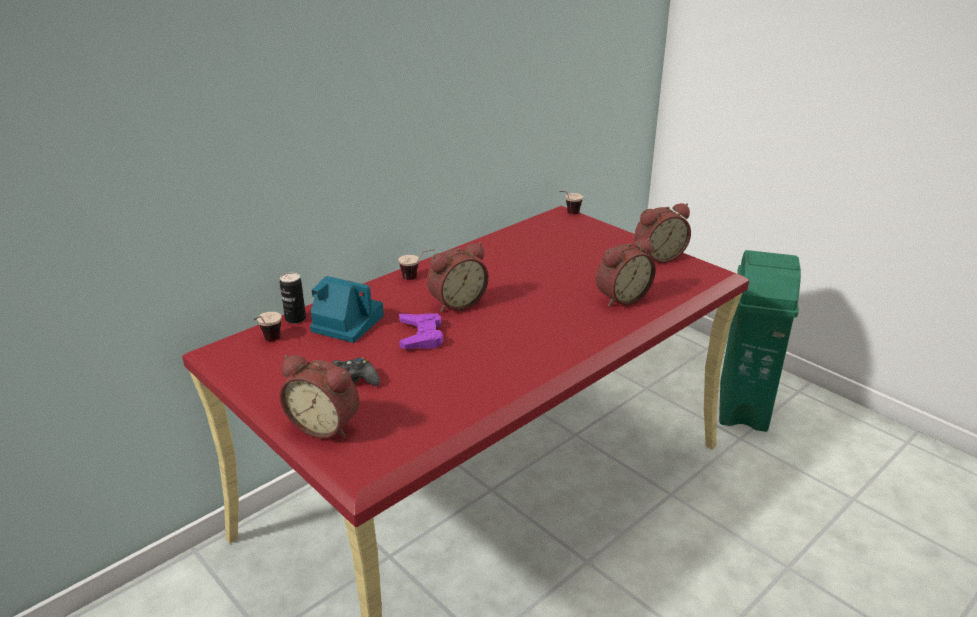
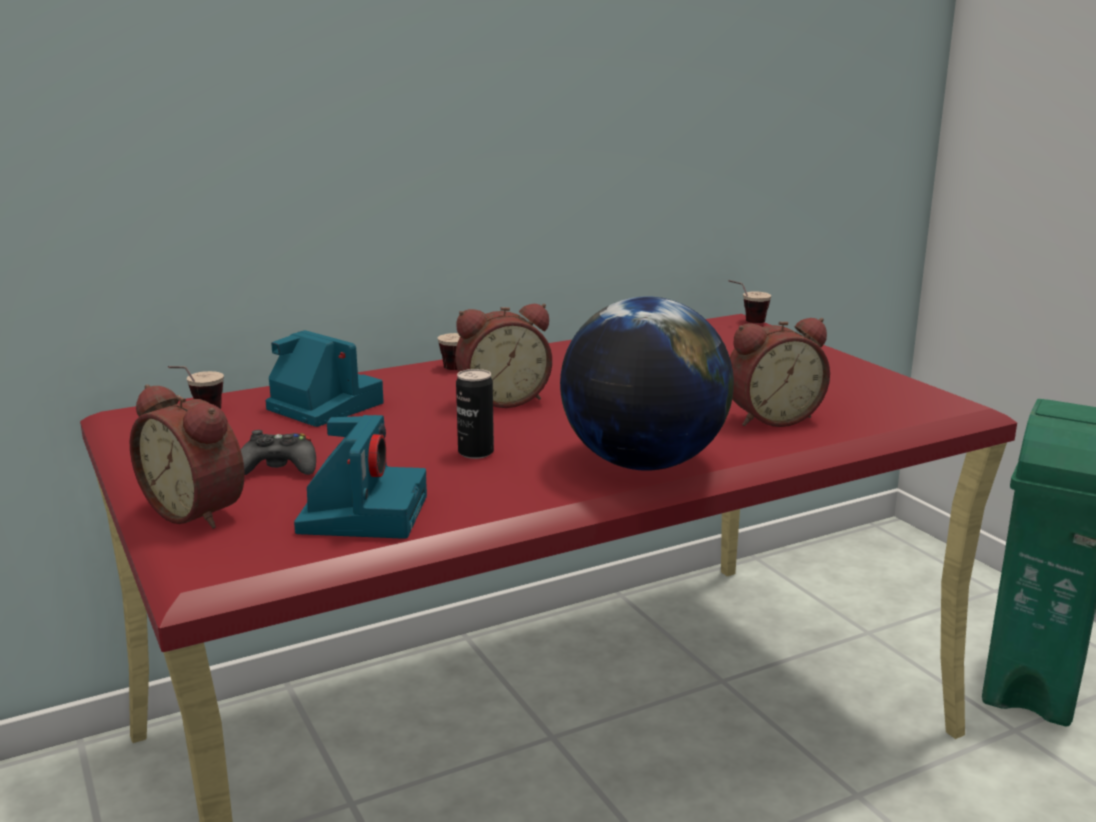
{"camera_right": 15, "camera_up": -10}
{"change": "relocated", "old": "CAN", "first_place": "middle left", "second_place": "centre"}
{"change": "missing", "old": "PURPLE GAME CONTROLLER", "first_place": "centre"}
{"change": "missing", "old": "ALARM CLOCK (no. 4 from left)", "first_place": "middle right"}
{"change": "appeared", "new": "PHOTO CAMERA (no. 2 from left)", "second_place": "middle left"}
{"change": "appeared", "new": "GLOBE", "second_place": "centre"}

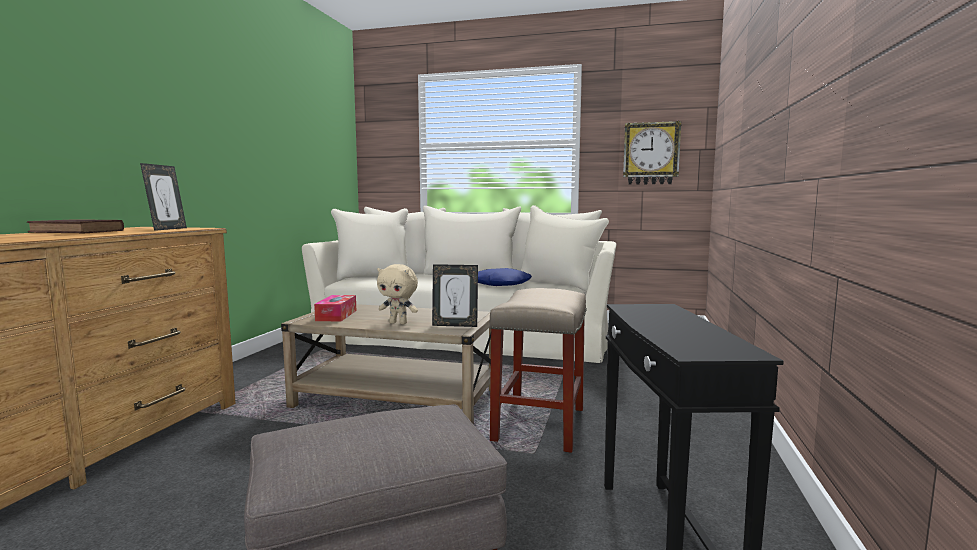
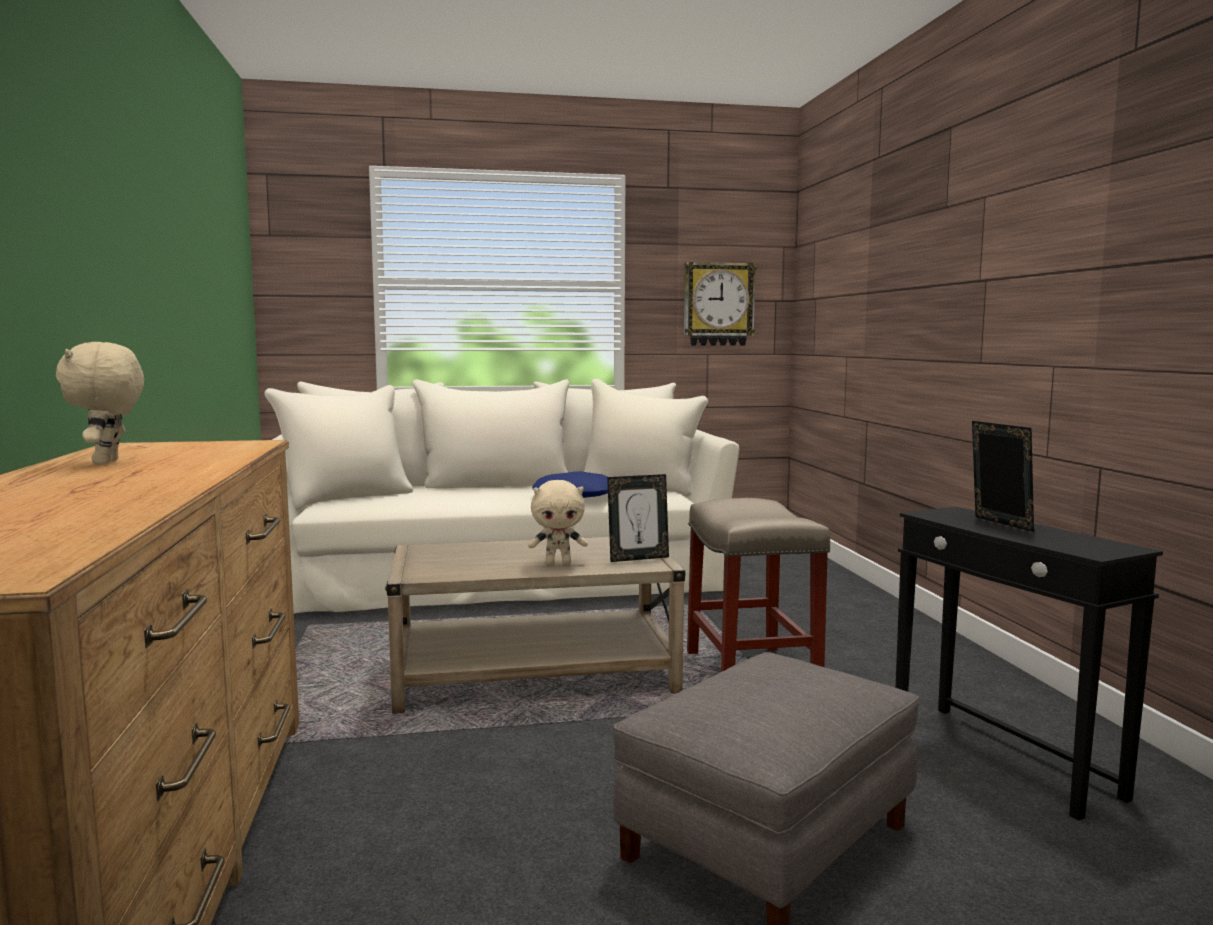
{"camera_right": -25, "camera_up": 0}
{"change": "exchanged", "old": "BROWN BOOK", "new": "BEIGE PLUSH TOY (no. 1 from left)", "first_place": "middle left", "second_place": "middle left"}
{"change": "relocated", "old": "PICTURE FRAME (no. 1 from left in the first image)", "new": "PICTURE FRAME (no. 2 from left)", "first_place": "middle left", "second_place": "middle right"}
{"change": "missing", "old": "TISSUE BOX", "first_place": "centre"}

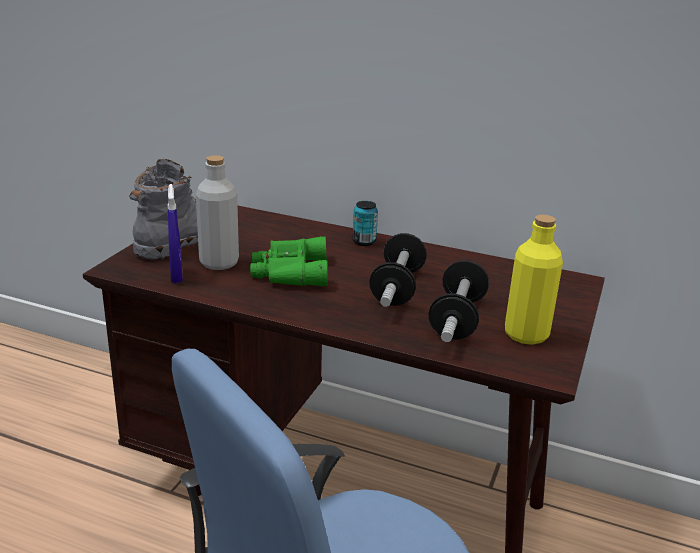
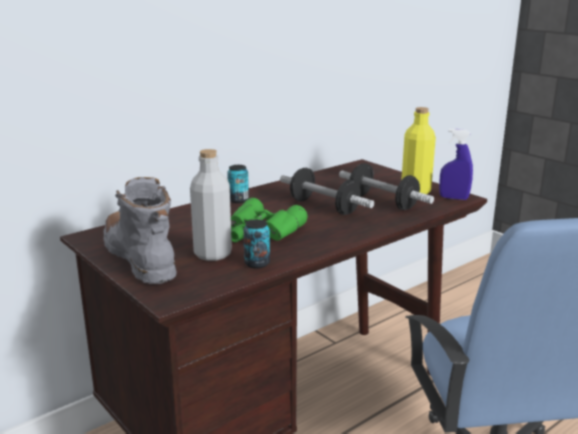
{"camera_right": -60, "camera_up": -5}
{"change": "relocated", "old": "BLUE SPRAY BOTTLE", "first_place": "middle left", "second_place": "middle right"}
{"change": "appeared", "new": "CAN (no. 2 from left)", "second_place": "centre"}

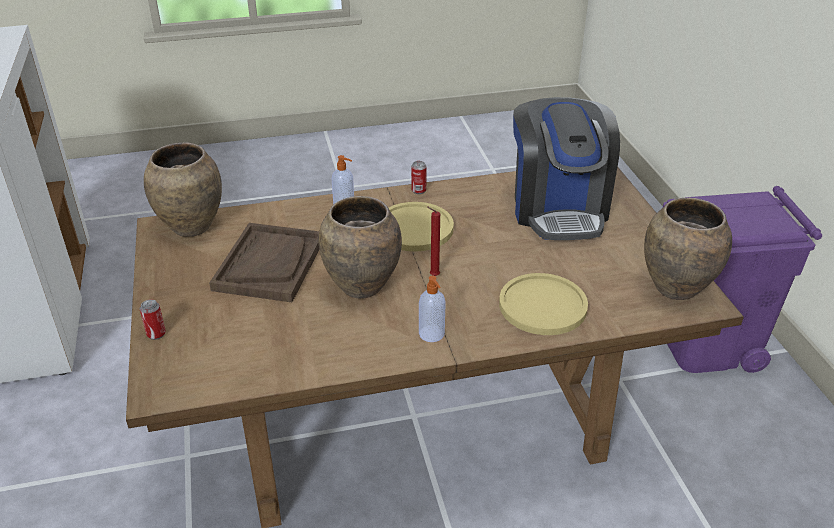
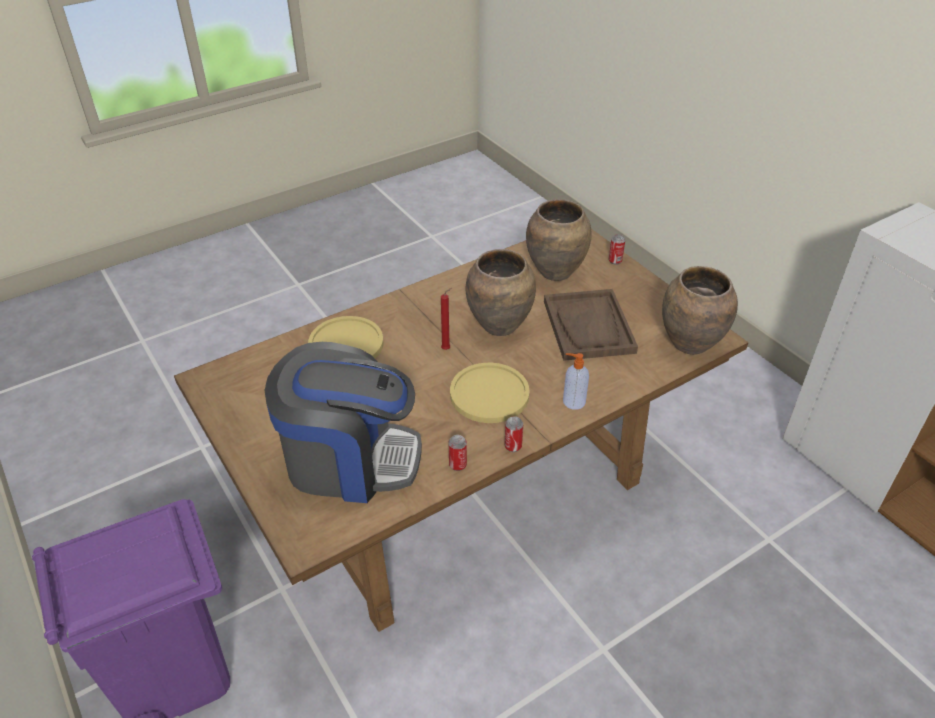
{"camera_right": 160, "camera_up": 5}
{"change": "missing", "old": "SOAP DISPENSER (no. 2 from left)", "first_place": "centre"}
{"change": "spun", "old": "COFFEE MACHINE", "first_place": "top right", "second_place": "centre", "degrees": 120}
{"change": "relocated", "old": "BROWN VASE (no. 3 from left in the first image)", "new": "BROWN VASE (no. 2 from left)", "first_place": "middle right", "second_place": "centre"}
{"change": "appeared", "new": "CAN (no. 1 from left)", "second_place": "centre"}

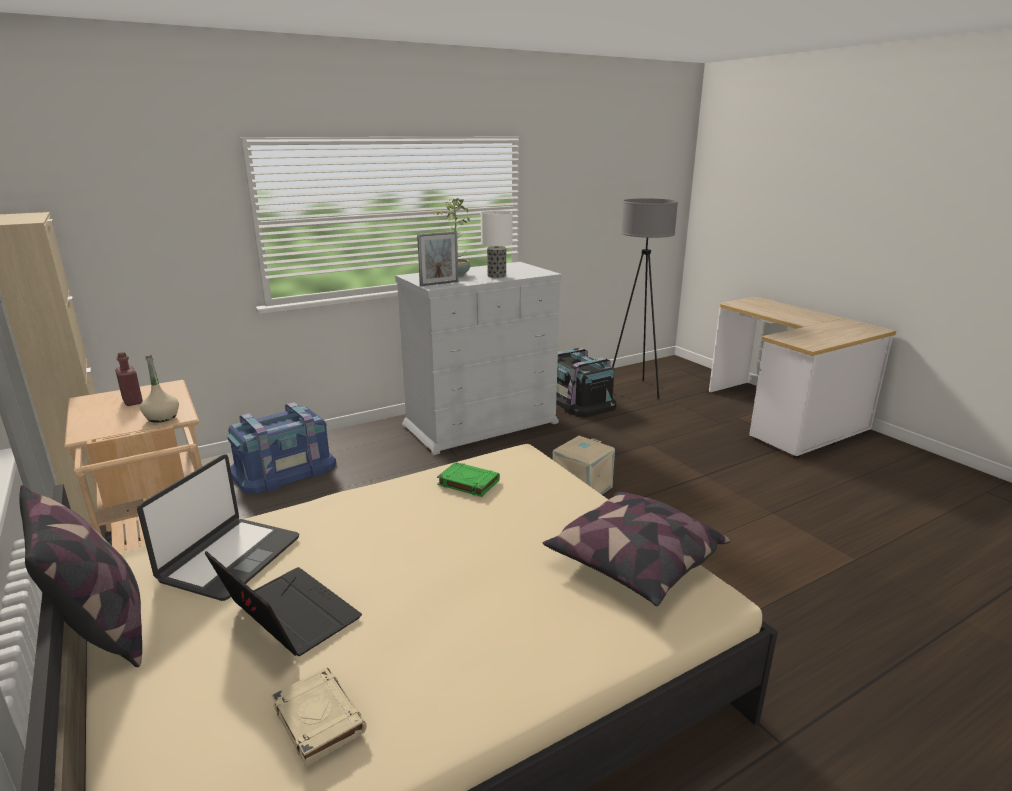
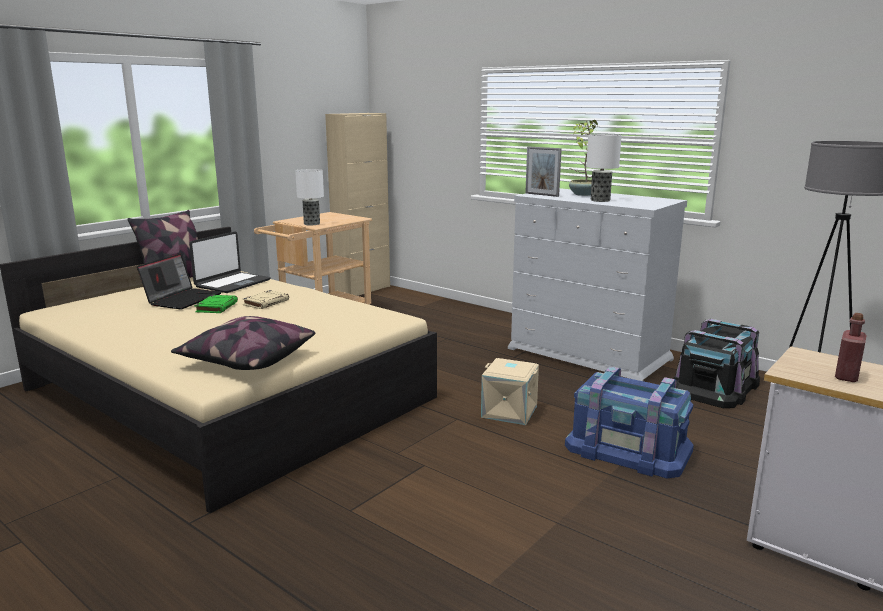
{"camera_right": 70, "camera_up": -5}
{"change": "relocated", "old": "RED BOTTLE", "first_place": "middle left", "second_place": "middle right"}
{"change": "spun", "old": "LAPTOP (no. 1 from left in the first image)", "first_place": "middle left", "second_place": "middle left", "degrees": -60}
{"change": "exchanged", "old": "BEIGE BOTTLE", "new": "TABLE LAMP (no. 1 from left)", "first_place": "middle left", "second_place": "top centre"}
{"change": "relocated", "old": "BLUE STORAGE BOX", "first_place": "middle left", "second_place": "bottom right"}
{"change": "relocated", "old": "BEIGE BOOK", "first_place": "bottom left", "second_place": "middle left"}
{"change": "relocated", "old": "GREEN BOOK", "first_place": "centre", "second_place": "middle left"}

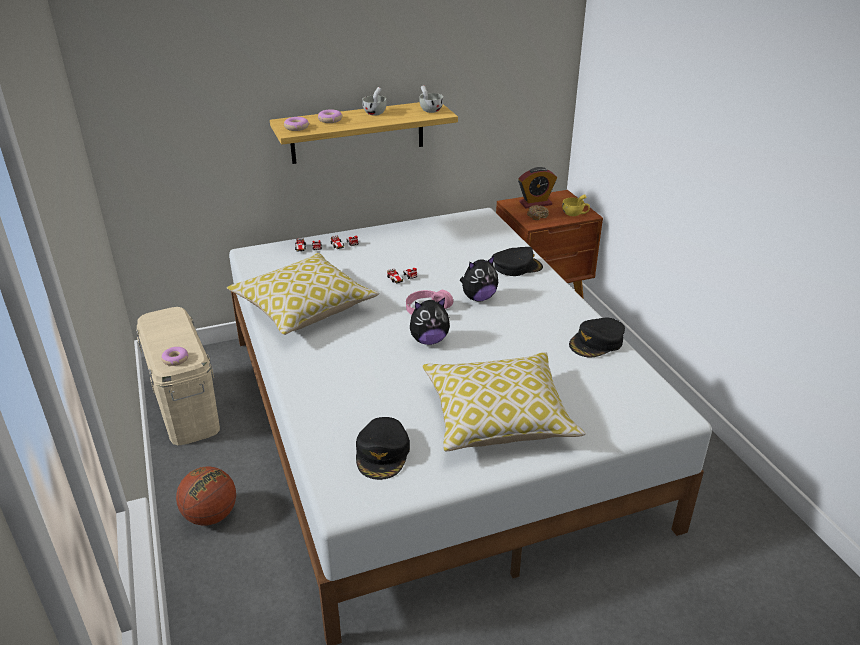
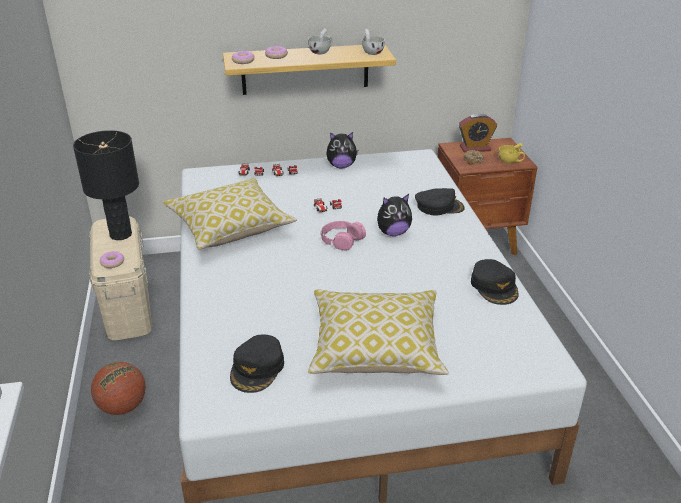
{"camera_right": 10, "camera_up": 0}
{"change": "relocated", "old": "PLUSH TOY (no. 1 from left)", "first_place": "centre", "second_place": "top centre"}
{"change": "spun", "old": "BLACK CAP (no. 3 from left)", "first_place": "middle right", "second_place": "middle right", "degrees": -75}
{"change": "appeared", "new": "BLACK TABLE LAMP", "second_place": "middle left"}

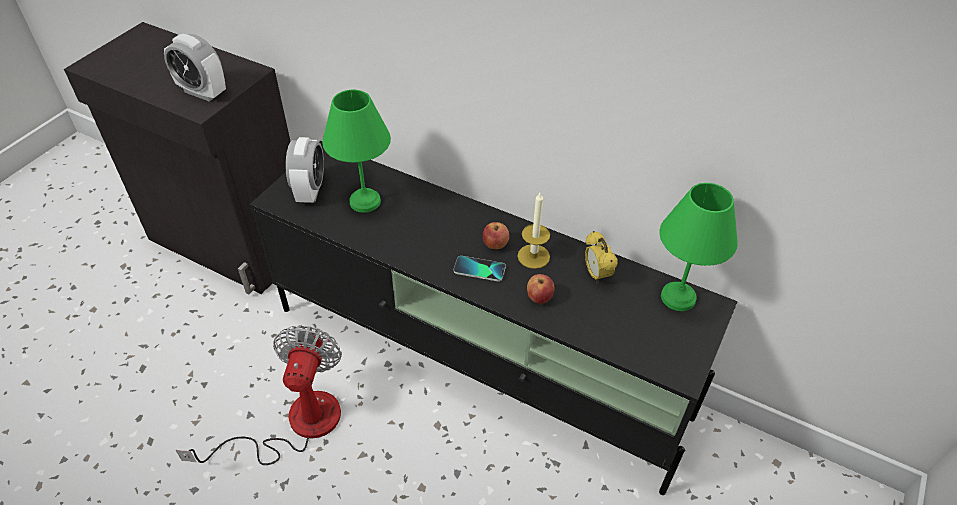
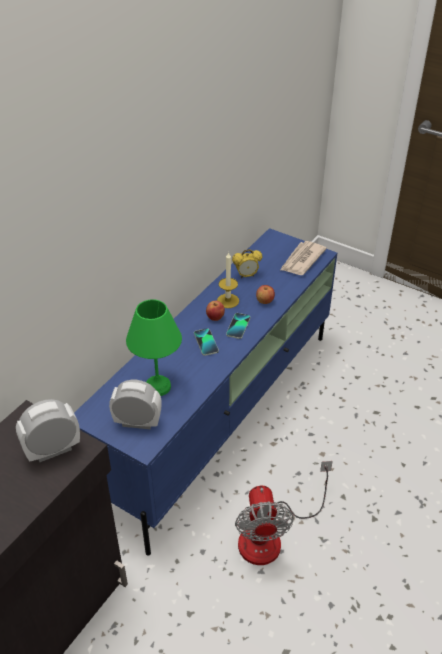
{"camera_right": -85, "camera_up": -5}
{"change": "spun", "old": "ALARM CLOCK (no. 1 from left)", "first_place": "top left", "second_place": "middle left", "degrees": -150}
{"change": "spun", "old": "FAN", "first_place": "bottom left", "second_place": "bottom centre", "degrees": -105}
{"change": "colour", "old": "BLACK TV STAND", "new": "BLUE TV STAND", "first_place": "centre", "second_place": "centre"}
{"change": "missing", "old": "GREEN TABLE LAMP (no. 2 from left)", "first_place": "middle right"}
{"change": "appeared", "new": "PHONE (no. 1 from left)", "second_place": "centre"}
{"change": "appeared", "new": "NEWSPAPER", "second_place": "middle right"}

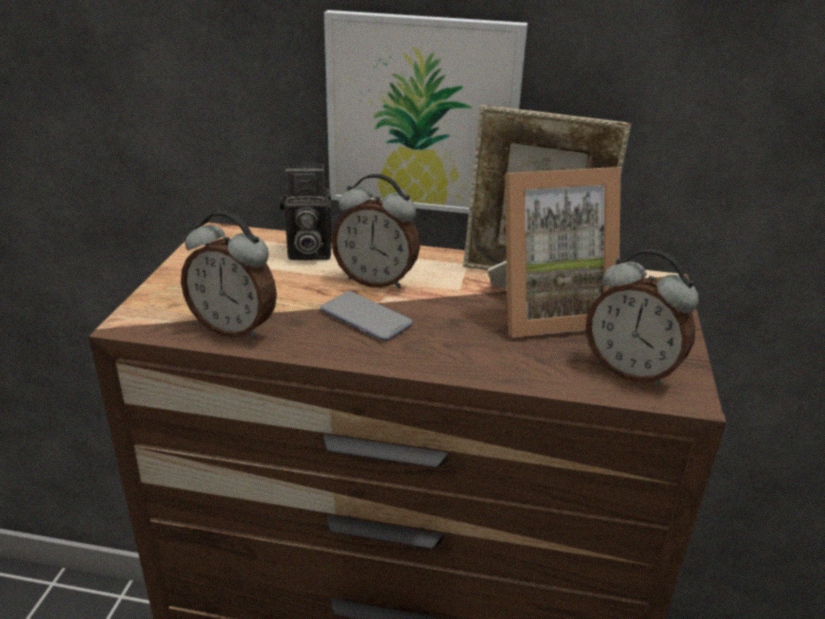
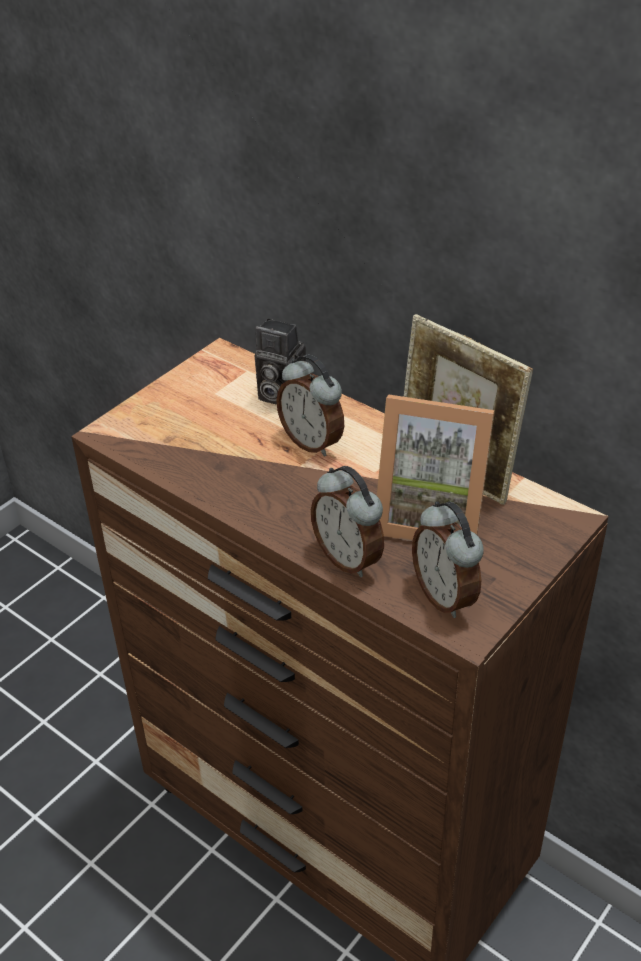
{"camera_right": 30, "camera_up": 10}
{"change": "relocated", "old": "ALARM CLOCK (no. 1 from left in the first image)", "new": "ALARM CLOCK (no. 2 from left)", "first_place": "middle left", "second_place": "centre"}
{"change": "missing", "old": "PHONE", "first_place": "centre"}
{"change": "missing", "old": "PICTURE", "first_place": "top centre"}

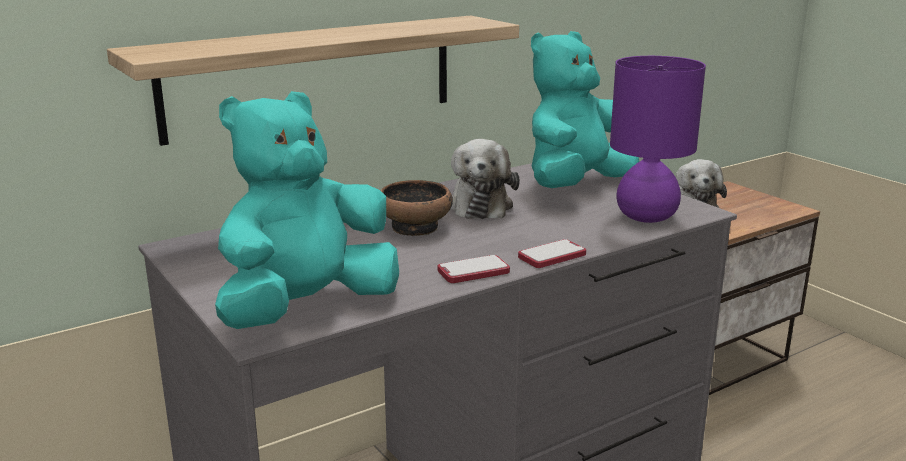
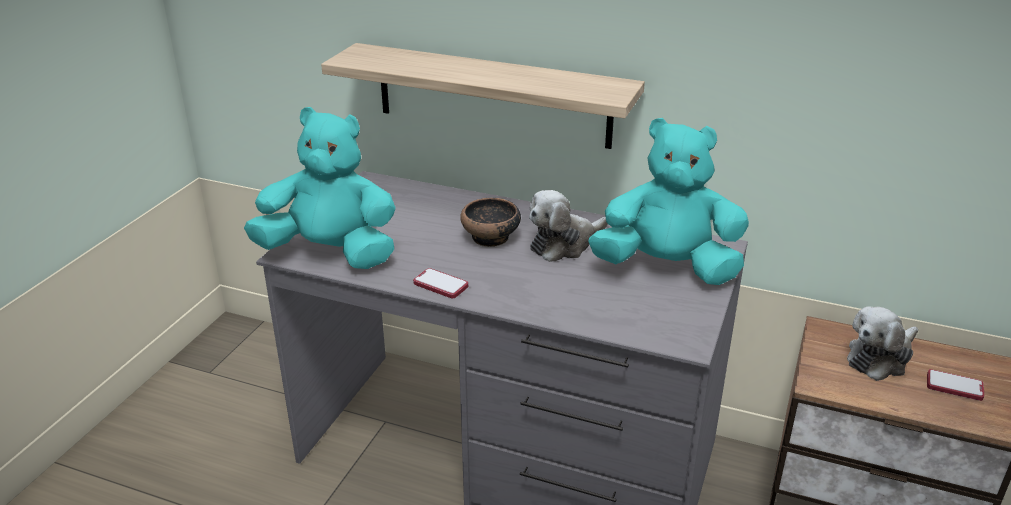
{"camera_right": 55, "camera_up": 10}
{"change": "relocated", "old": "PHONE (no. 2 from left)", "first_place": "centre", "second_place": "bottom right"}
{"change": "missing", "old": "PURPLE TABLE LAMP", "first_place": "top right"}

